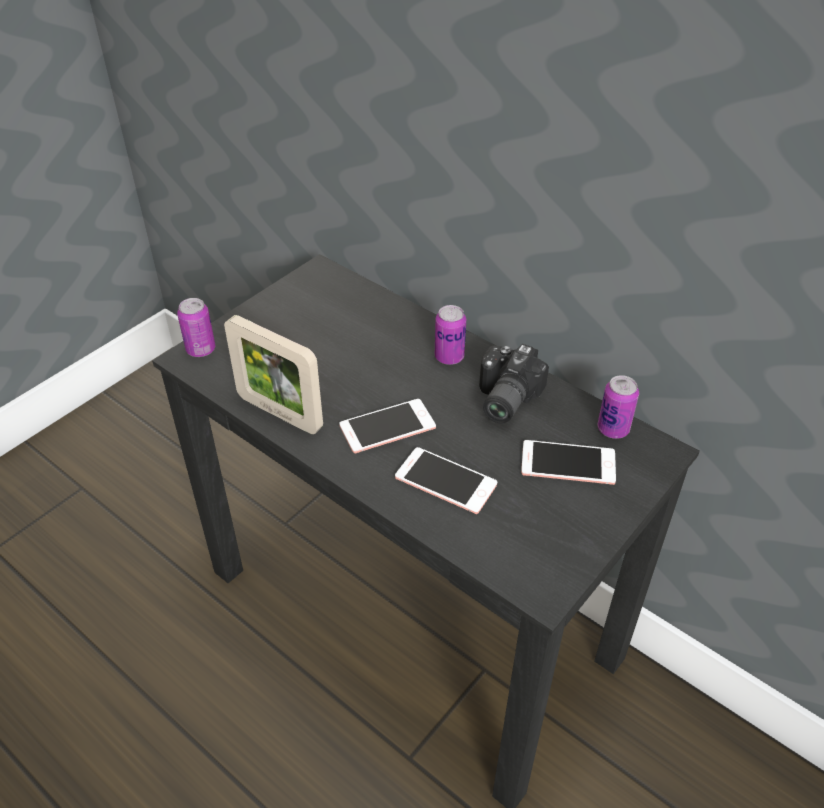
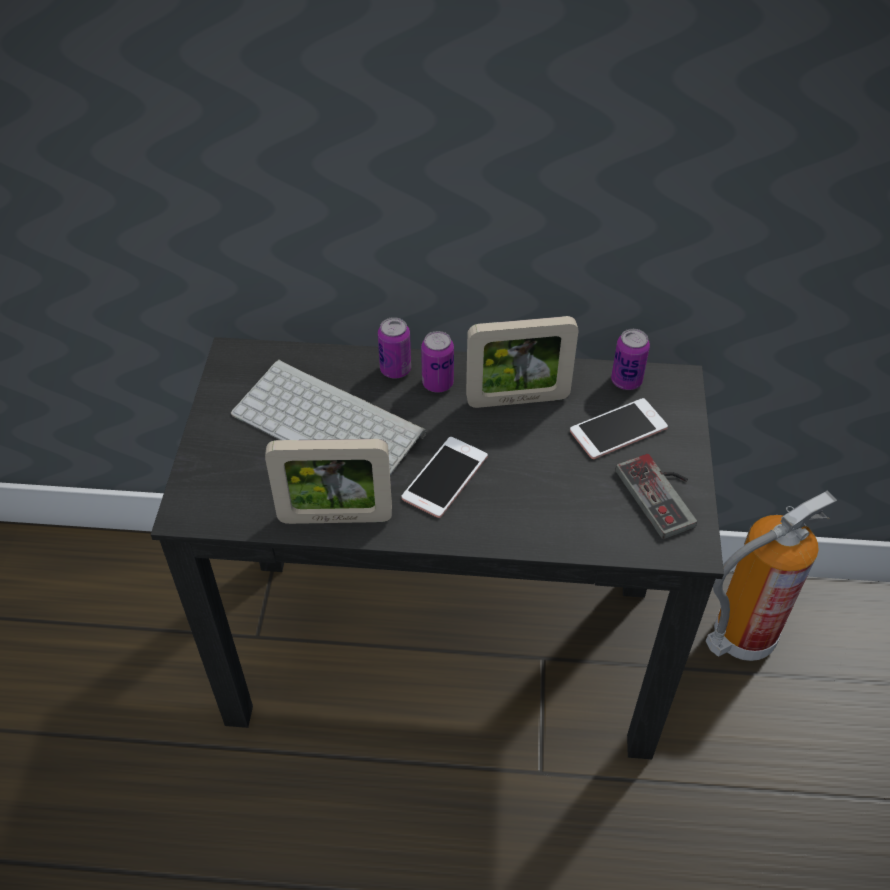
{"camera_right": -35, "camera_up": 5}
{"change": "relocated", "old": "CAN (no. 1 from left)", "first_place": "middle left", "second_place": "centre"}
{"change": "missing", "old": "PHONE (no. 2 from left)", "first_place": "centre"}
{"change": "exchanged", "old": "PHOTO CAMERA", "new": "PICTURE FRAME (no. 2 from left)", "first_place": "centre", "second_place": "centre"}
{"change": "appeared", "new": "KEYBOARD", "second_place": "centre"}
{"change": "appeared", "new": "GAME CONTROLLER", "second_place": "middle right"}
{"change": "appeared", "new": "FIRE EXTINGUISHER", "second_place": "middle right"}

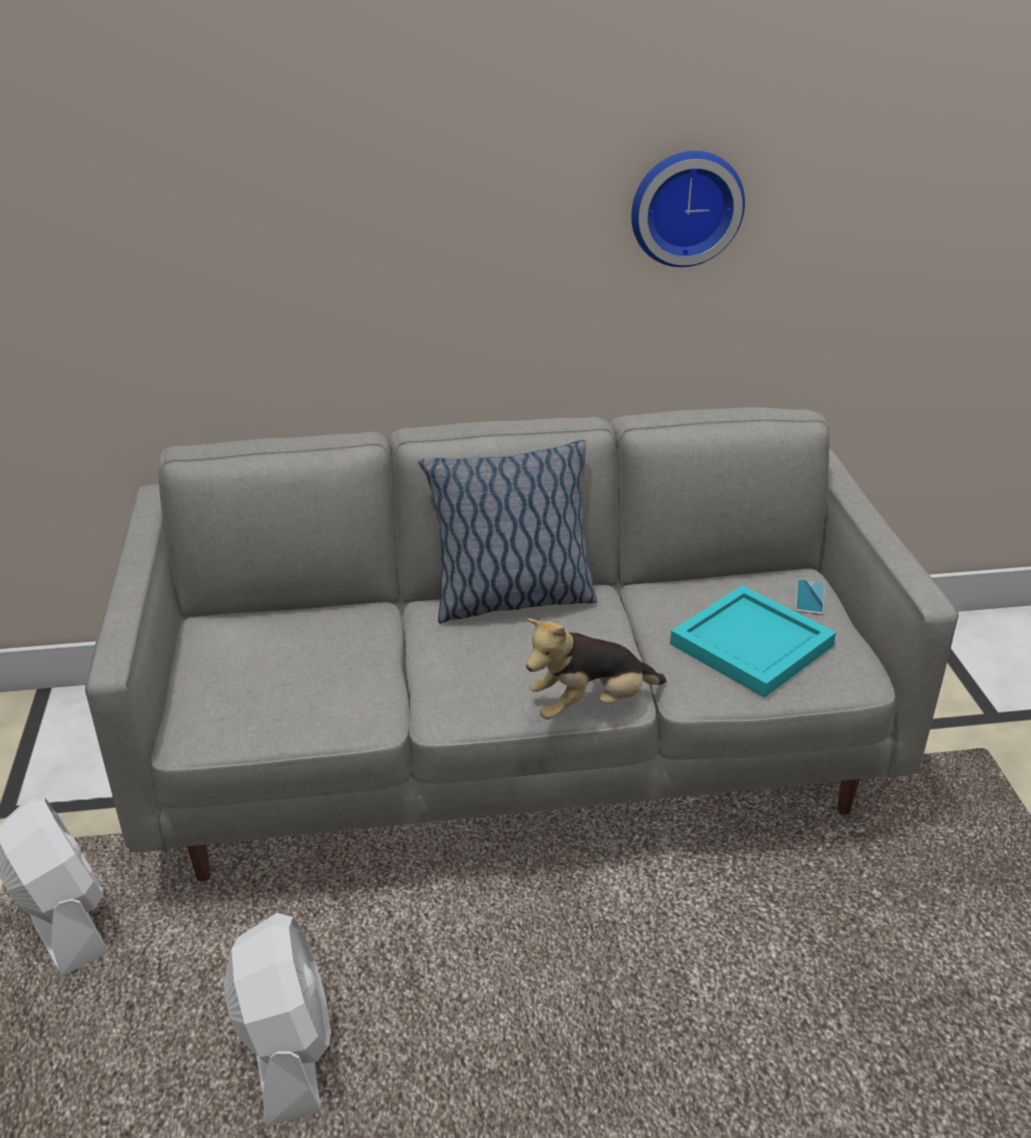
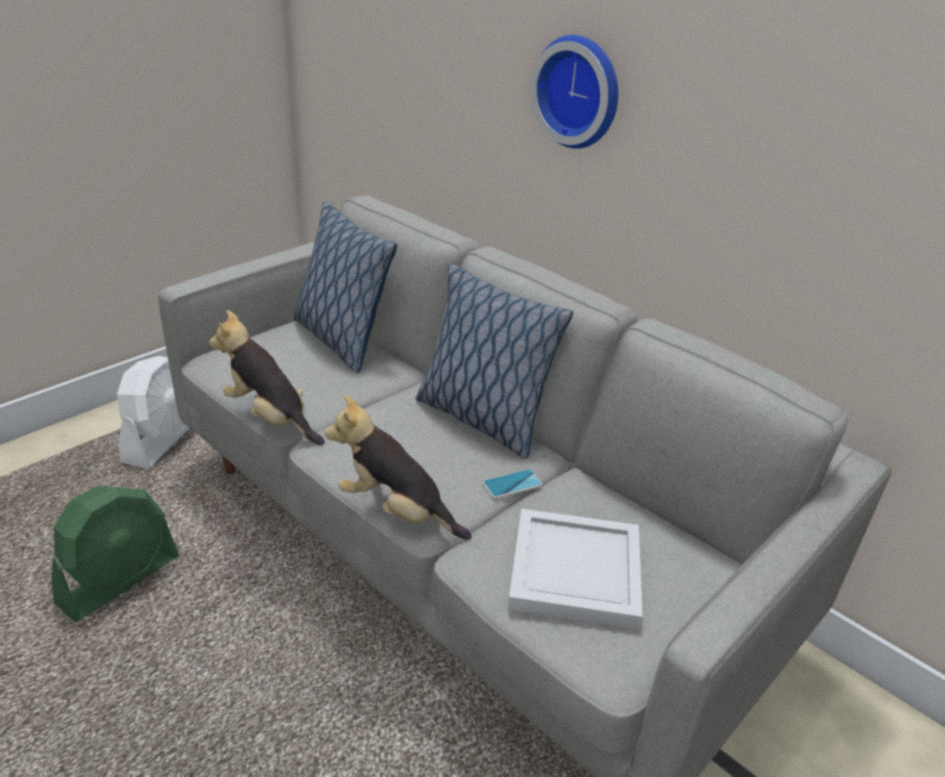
{"camera_right": 50, "camera_up": 0}
{"change": "colour", "old": "WHITE FAN (no. 2 from left)", "new": "GREEN FAN", "first_place": "bottom left", "second_place": "bottom left"}
{"change": "relocated", "old": "WALL CLOCK", "first_place": "top right", "second_place": "top centre"}
{"change": "colour", "old": "TURQUOISE TRAY", "new": "WHITE TRAY", "first_place": "middle right", "second_place": "bottom centre"}
{"change": "relocated", "old": "PHONE", "first_place": "middle right", "second_place": "centre"}
{"change": "appeared", "new": "PLUSH TOY (no. 1 from left)", "second_place": "middle left"}
{"change": "appeared", "new": "PILLOW (no. 1 from left)", "second_place": "centre"}

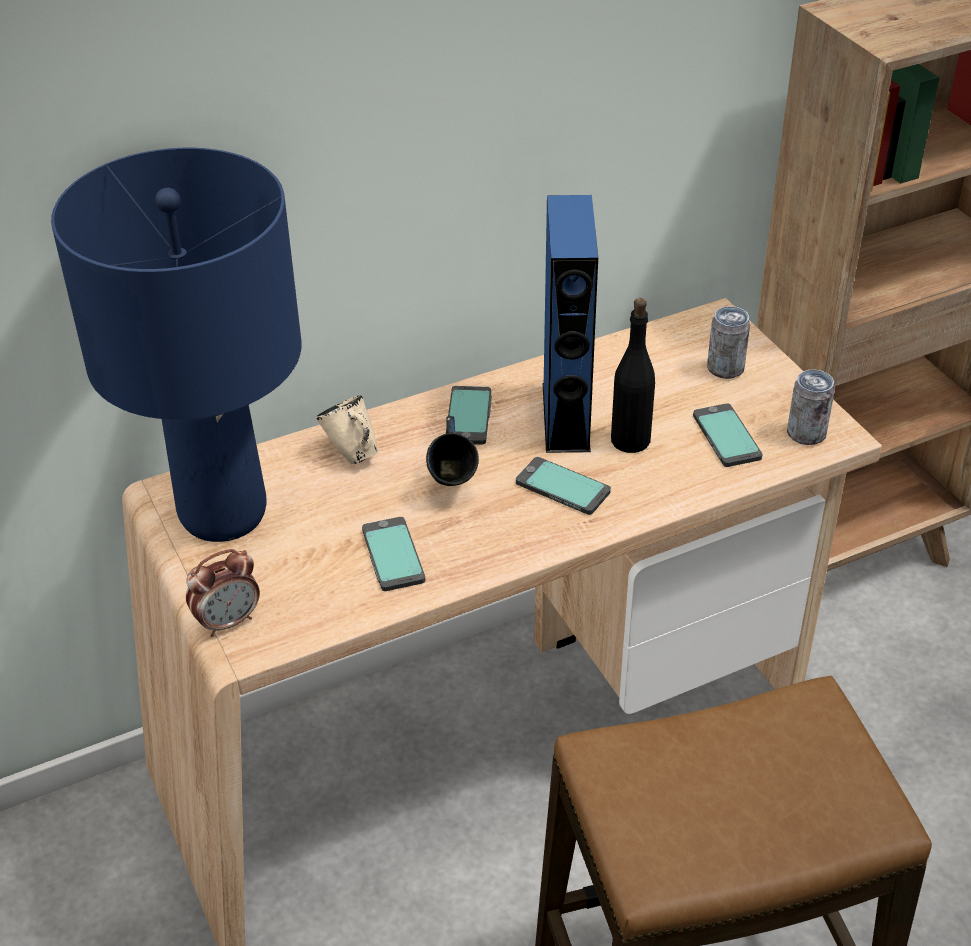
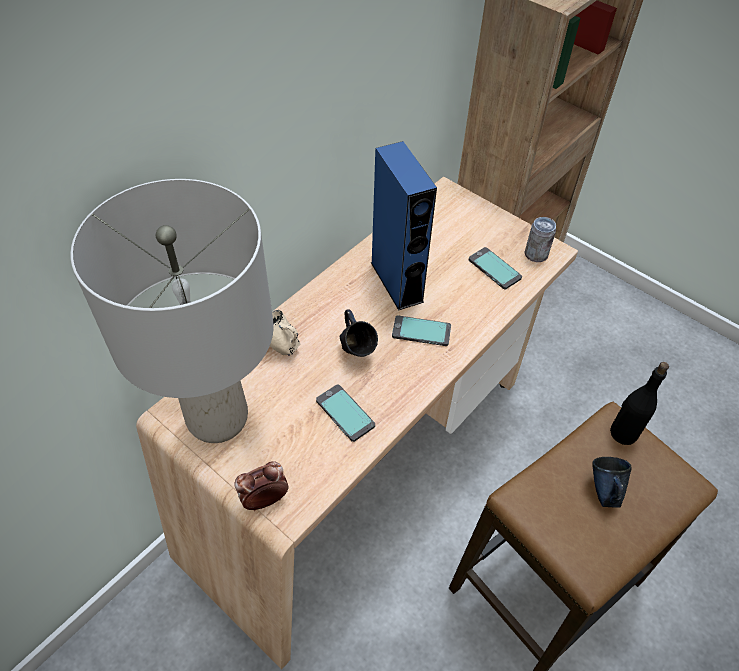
{"camera_right": -25, "camera_up": 10}
{"change": "colour", "old": "BLUE TABLE LAMP", "new": "GREY TABLE LAMP", "first_place": "middle left", "second_place": "middle left"}
{"change": "spun", "old": "ALARM CLOCK", "first_place": "middle left", "second_place": "bottom centre", "degrees": -150}
{"change": "missing", "old": "PHONE (no. 2 from left)", "first_place": "centre"}
{"change": "relocated", "old": "BLACK BOTTLE", "first_place": "centre", "second_place": "middle right"}
{"change": "missing", "old": "CAN (no. 1 from left)", "first_place": "middle right"}
{"change": "appeared", "new": "BLUE MUG (no. 2 from left)", "second_place": "bottom right"}

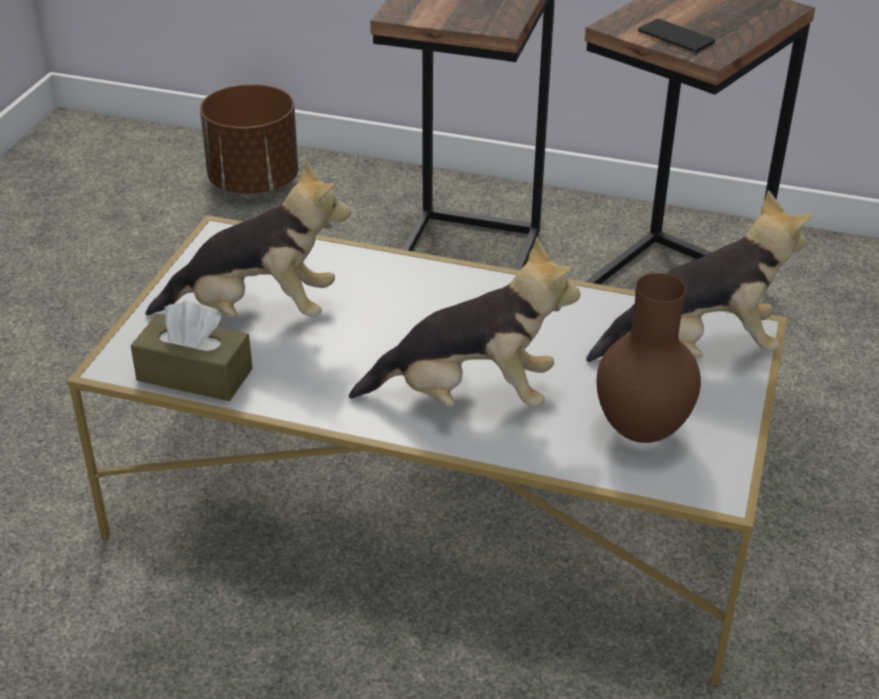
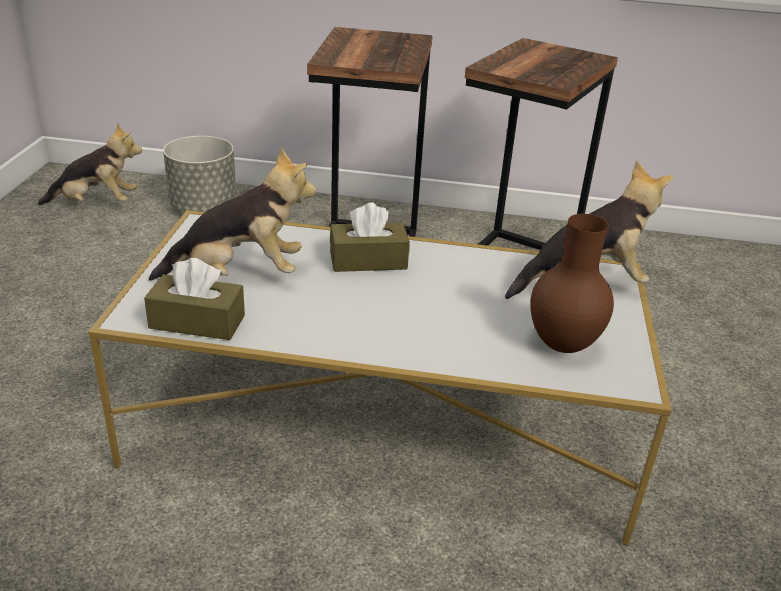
{"camera_right": -10, "camera_up": -5}
{"change": "colour", "old": "BROWN PLANTER", "new": "GREY PLANTER", "first_place": "top left", "second_place": "top left"}
{"change": "relocated", "old": "PLUSH TOY (no. 2 from left in the first image)", "new": "PLUSH TOY (no. 1 from left)", "first_place": "centre", "second_place": "top left"}
{"change": "missing", "old": "PHONE", "first_place": "top right"}
{"change": "appeared", "new": "BROWN TISSUE BOX (no. 2 from left)", "second_place": "centre"}

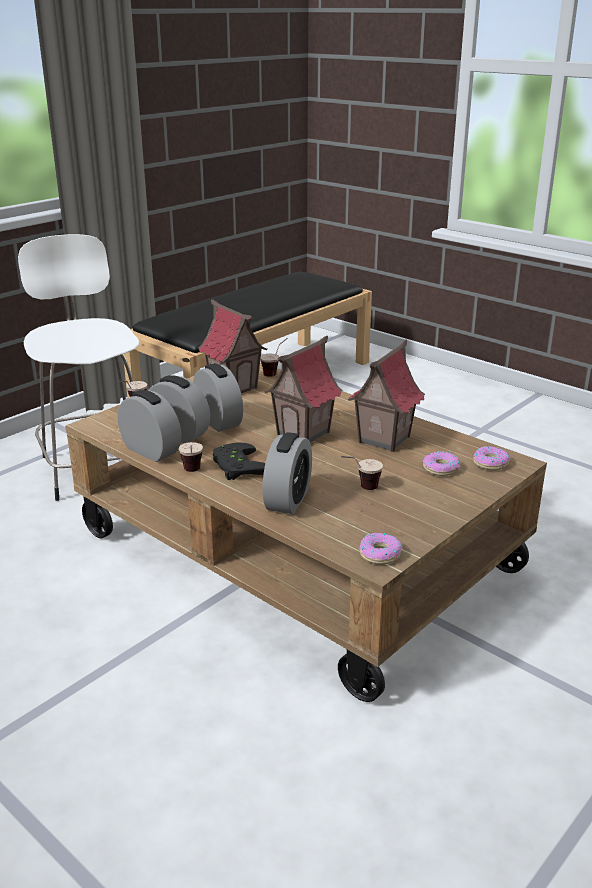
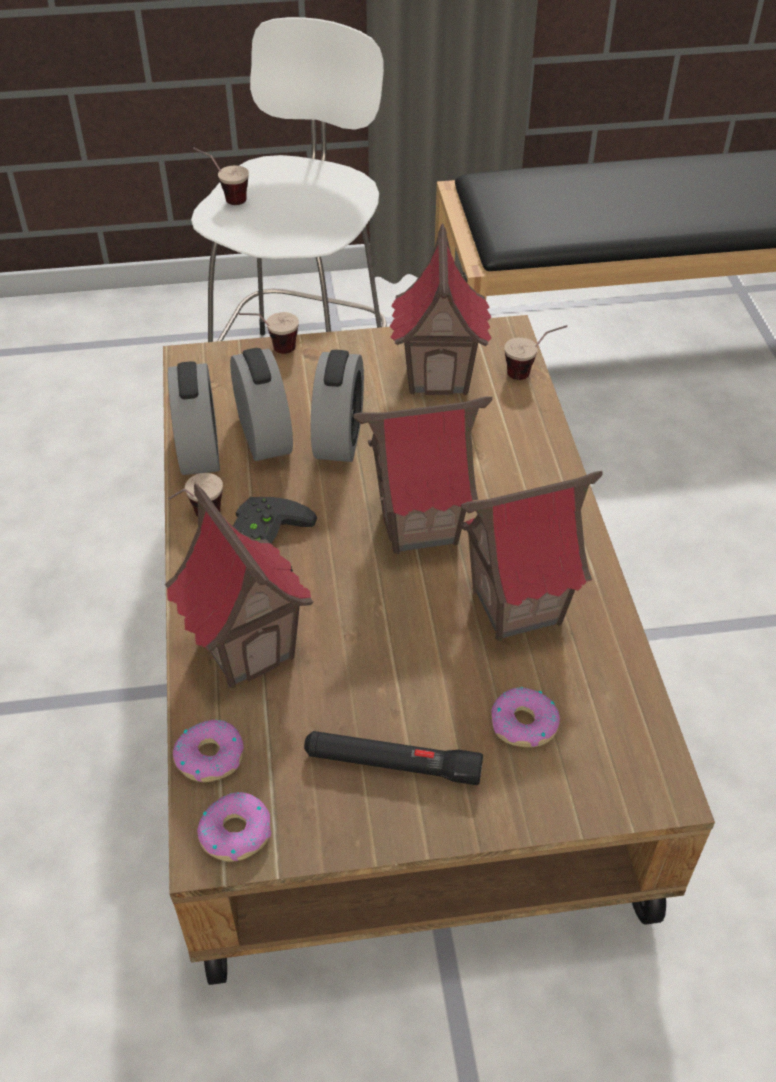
{"camera_right": 40, "camera_up": 20}
{"change": "exchanged", "old": "ALARM CLOCK (no. 4 from left)", "new": "TOY HOUSE (no. 1 from left)", "first_place": "centre", "second_place": "middle left"}
{"change": "relocated", "old": "CUP (no. 4 from left in the first image)", "new": "CUP (no. 2 from left)", "first_place": "centre", "second_place": "top left"}
{"change": "relocated", "old": "DONUT (no. 3 from left in the first image)", "new": "DONUT (no. 1 from left)", "first_place": "middle right", "second_place": "bottom left"}
{"change": "appeared", "new": "BLACK FLASHLIGHT", "second_place": "bottom centre"}

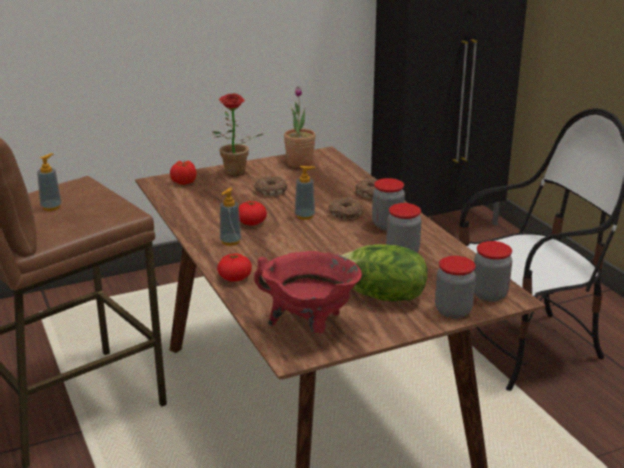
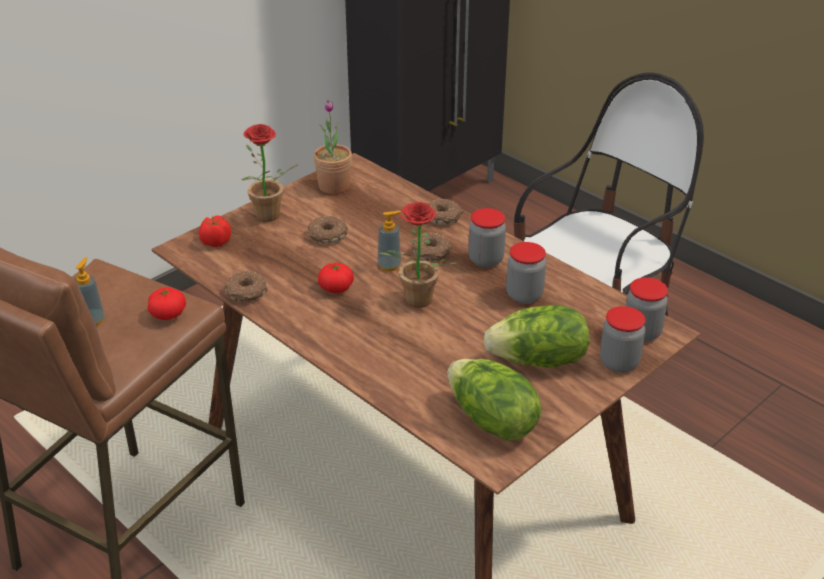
{"camera_right": -20, "camera_up": 10}
{"change": "relocated", "old": "TOMATO (no. 2 from left in the first image)", "new": "TOMATO (no. 1 from left)", "first_place": "centre", "second_place": "middle left"}
{"change": "missing", "old": "SOAP DISPENSER (no. 2 from left)", "first_place": "centre"}
{"change": "exchanged", "old": "RED COOKING POT", "new": "LETTUCE (no. 1 from left)", "first_place": "centre", "second_place": "bottom centre"}
{"change": "appeared", "new": "DONUT (no. 1 from left)", "second_place": "middle left"}
{"change": "appeared", "new": "POTTED PLANT (no. 3 from left)", "second_place": "centre"}

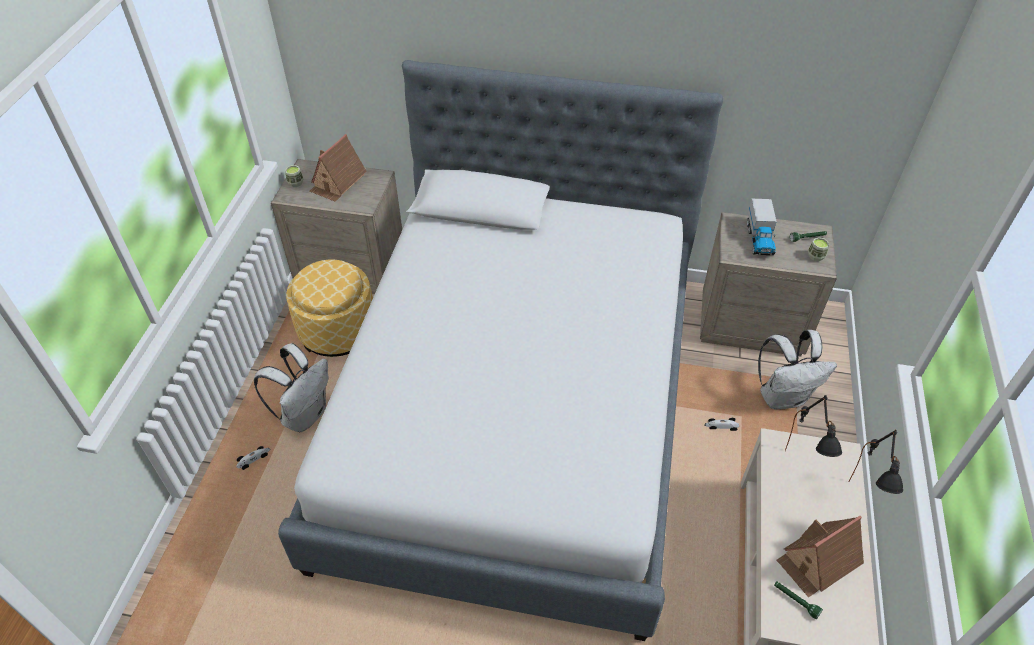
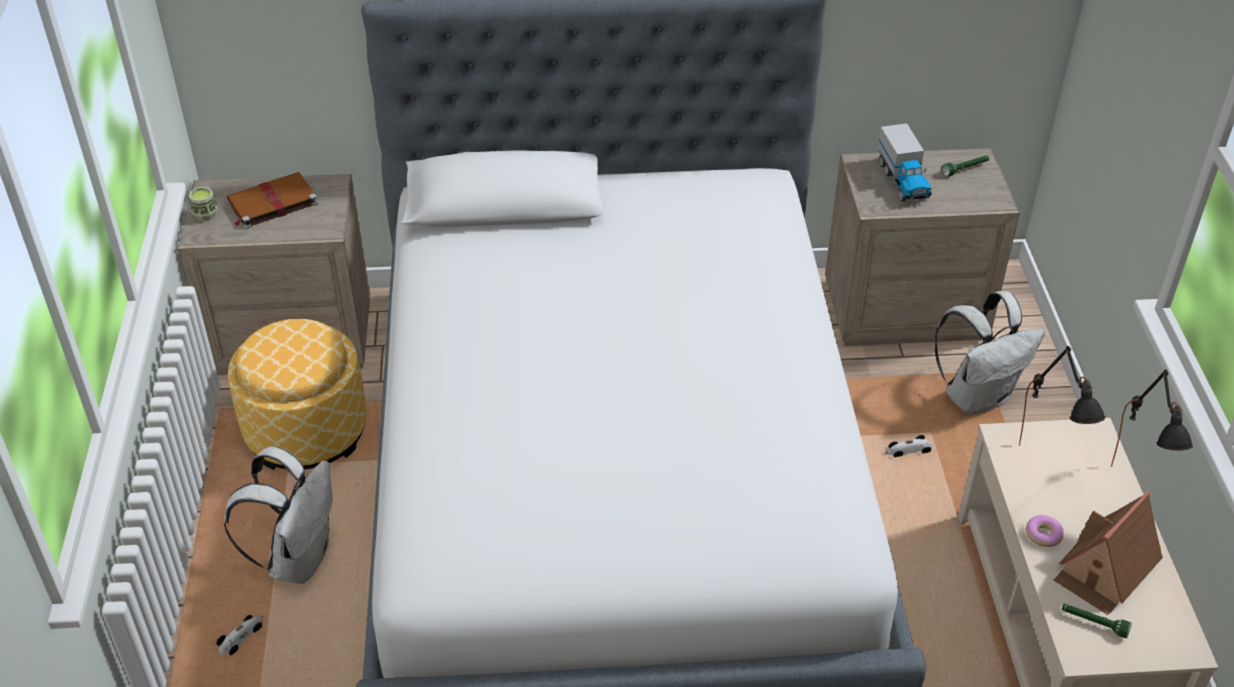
{"camera_right": -15, "camera_up": -5}
{"change": "exchanged", "old": "TOY HOUSE (no. 1 from left)", "new": "BROWN BOOK", "first_place": "top left", "second_place": "top left"}
{"change": "missing", "old": "CUP (no. 2 from left)", "first_place": "middle right"}
{"change": "appeared", "new": "DONUT", "second_place": "bottom right"}

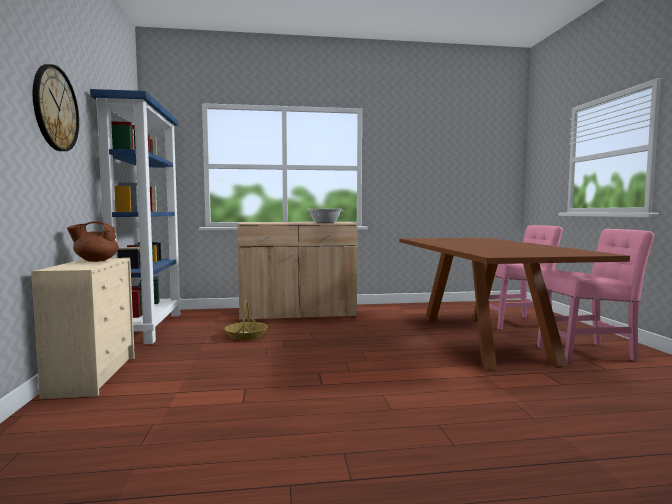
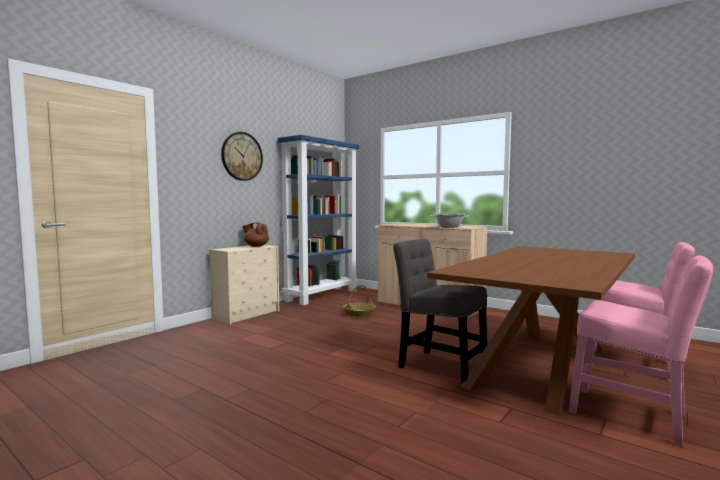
{"camera_right": 45, "camera_up": 0}
{"change": "appeared", "new": "GREY CHAIR", "second_place": "centre"}

